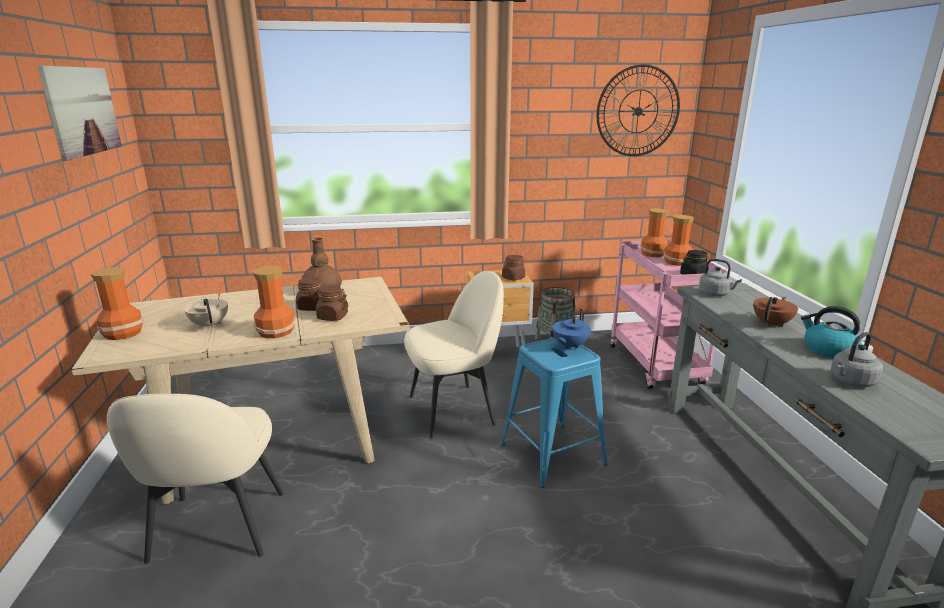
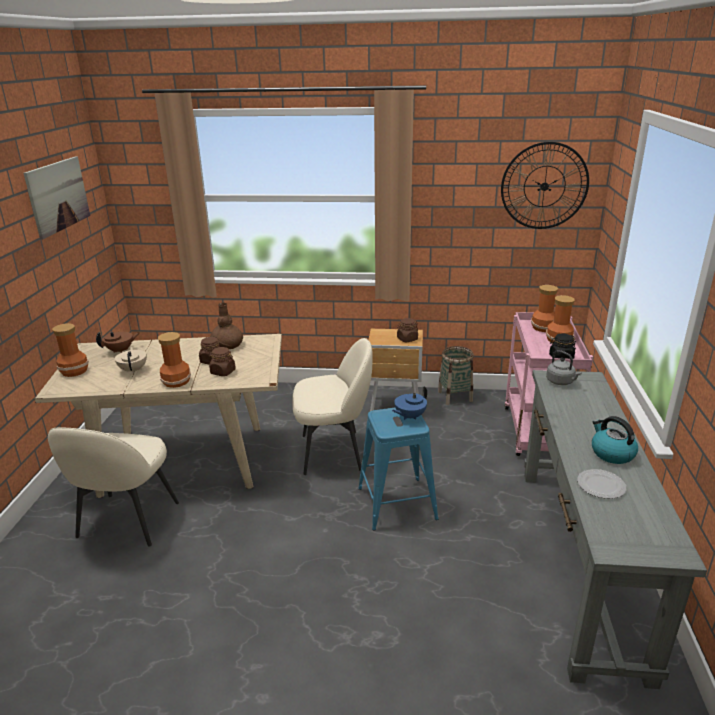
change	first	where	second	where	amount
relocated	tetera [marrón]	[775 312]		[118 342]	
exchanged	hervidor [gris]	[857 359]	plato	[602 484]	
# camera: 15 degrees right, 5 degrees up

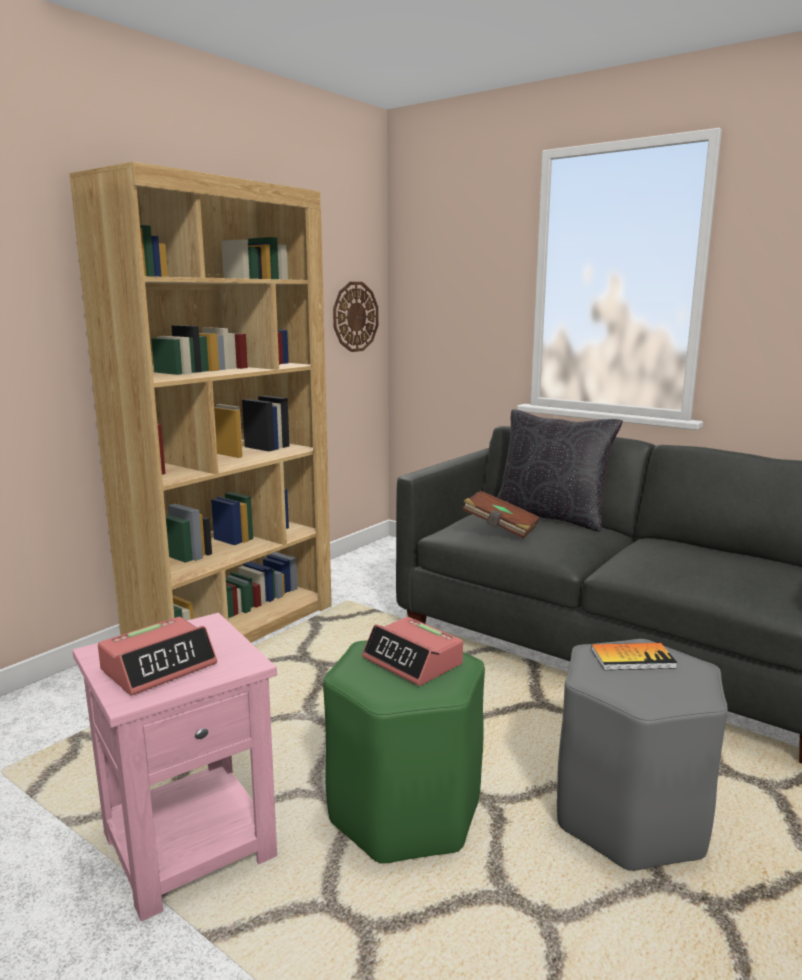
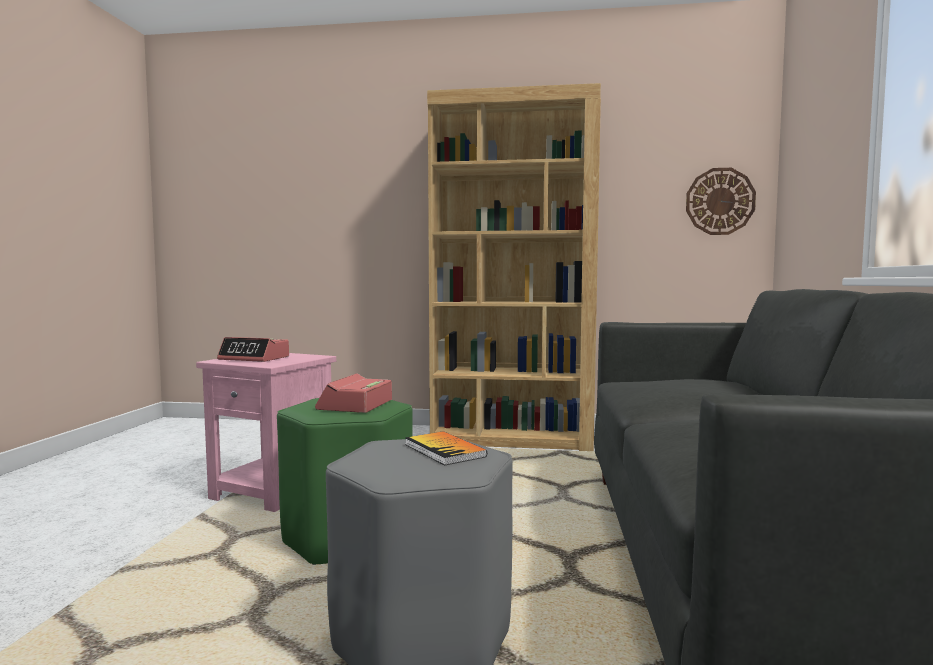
change	first	where	second	where	amount
missing	libro [marrón]	[501 514]			
missing	cojín [negro]	[560 470]			
# camera: 60 degrees right, 10 degrees down

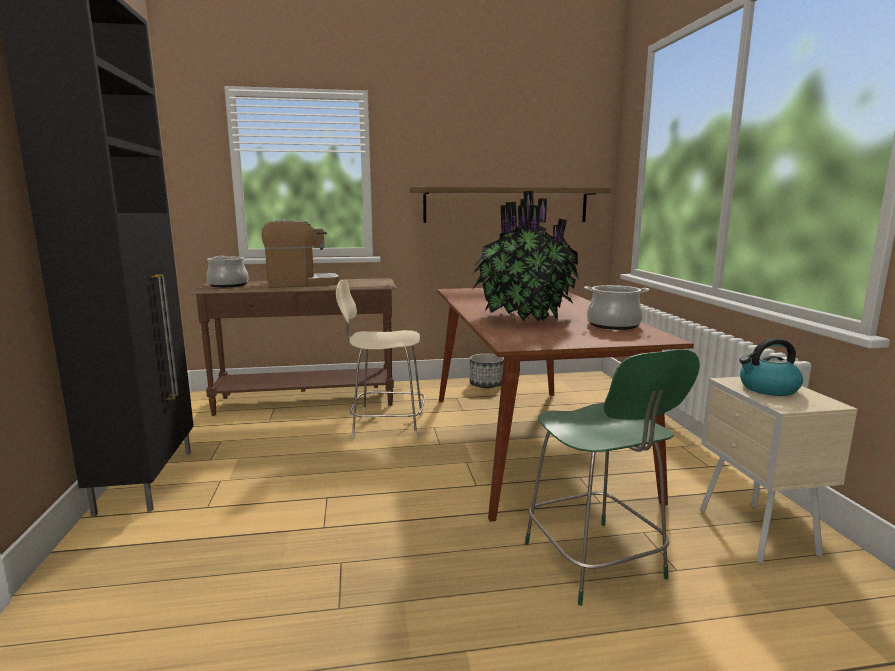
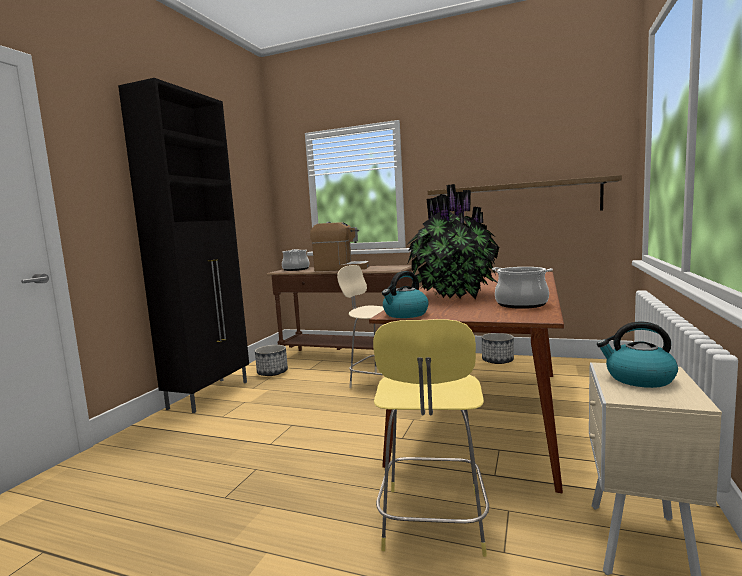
change	first	where	second	where	amount
appeared			maceta	[271 360]	
appeared			hervidor	[405 294]	
colour	taburete [verde]	[612 477]	taburete [amarillo]	[431 438]	
# camera: 30 degrees right, 5 degrees down

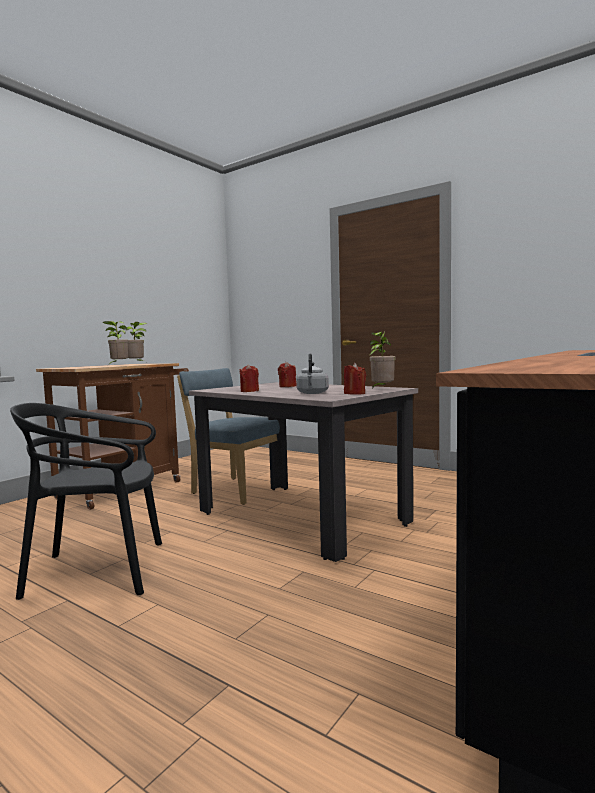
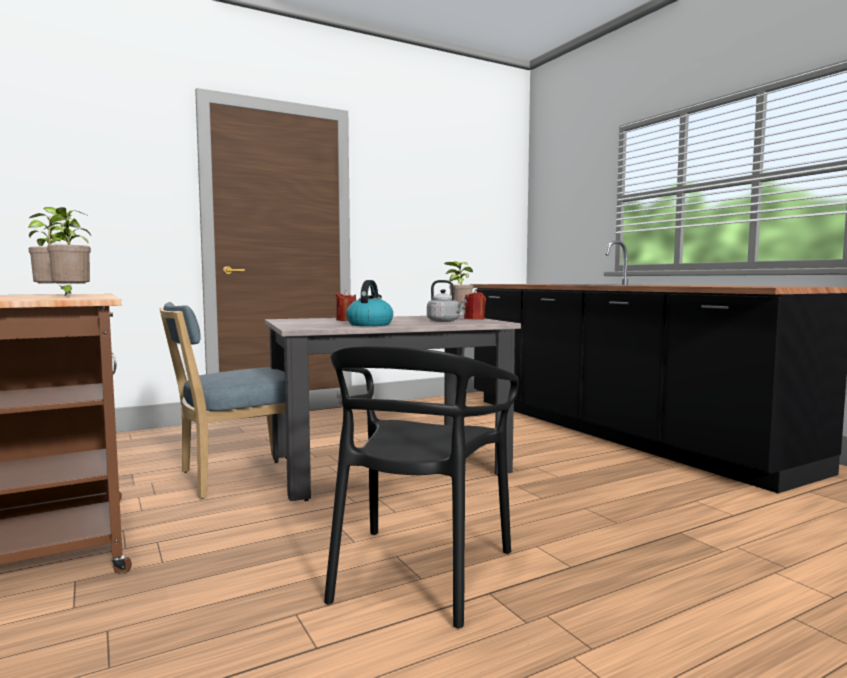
change	first	where	second	where	amount
exchanged	vela [rojo]	[249 378]	hervidor	[369 303]	
# camera: 65 degrees left, 0 degrees up

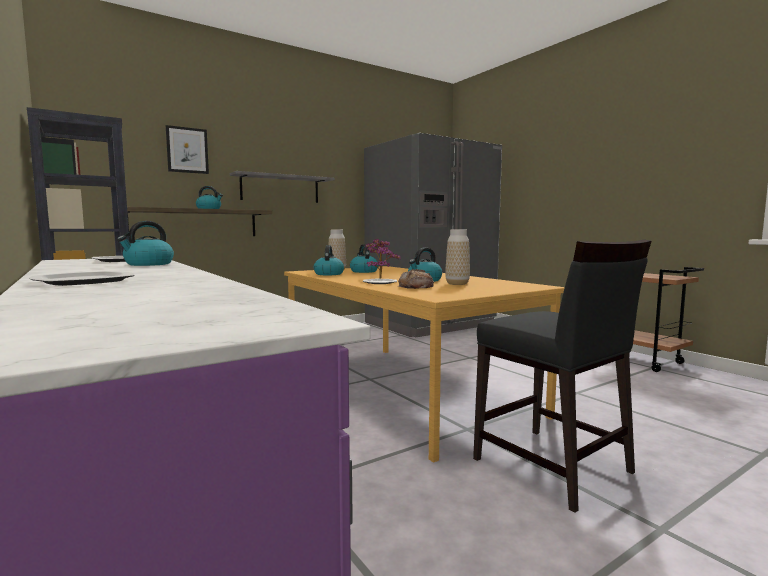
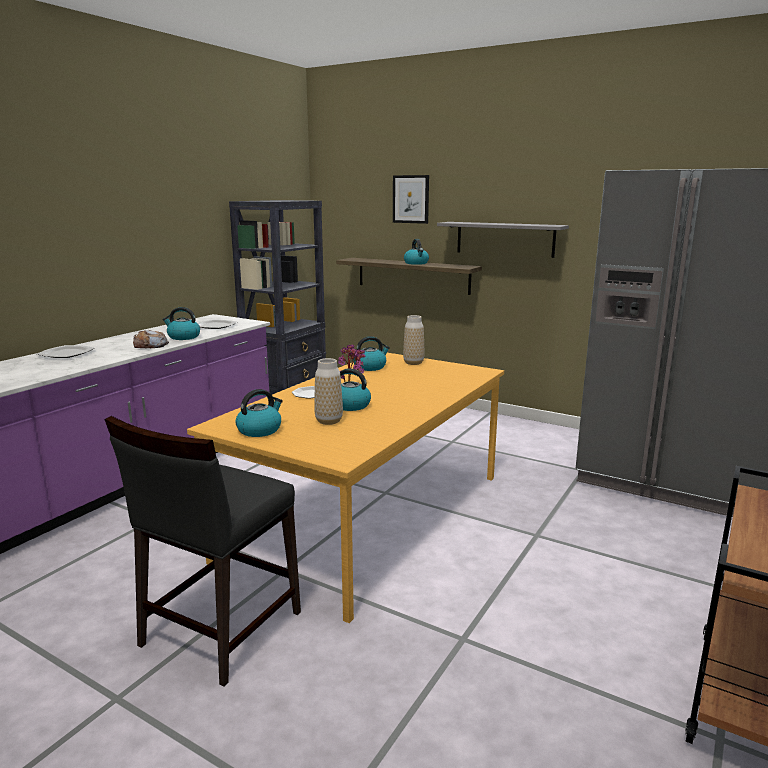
change	first	where	second	where	amount
relocated	hervidor	[364 258]		[259 413]	
relocated	pan	[416 279]		[151 339]	
# camera: 65 degrees right, 10 degrees up

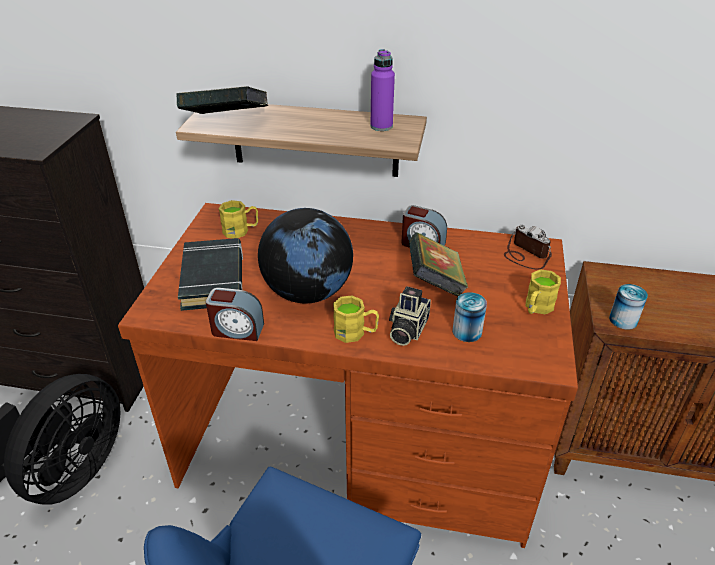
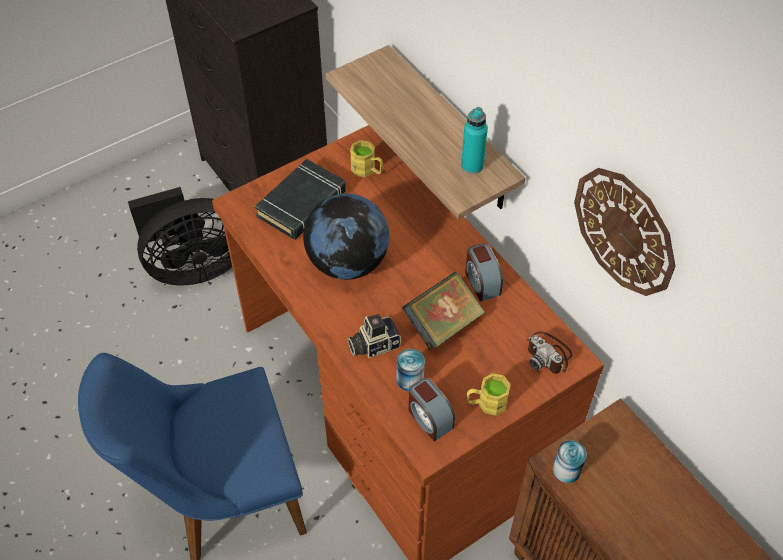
change	first	where	second	where	amount
missing	libro	[222 100]			
missing	taza grande [amarillo]	[356 319]			
appeared			reloj de pared	[625 232]	
relocated	despertador	[235 314]		[432 409]	
colour	botella [morado]	[382 90]	botella [turquesa]	[474 140]	
spun	cámara	[528 247]		[549 353]	135 degrees clockwise
# camera: 45 degrees right, 15 degrees up

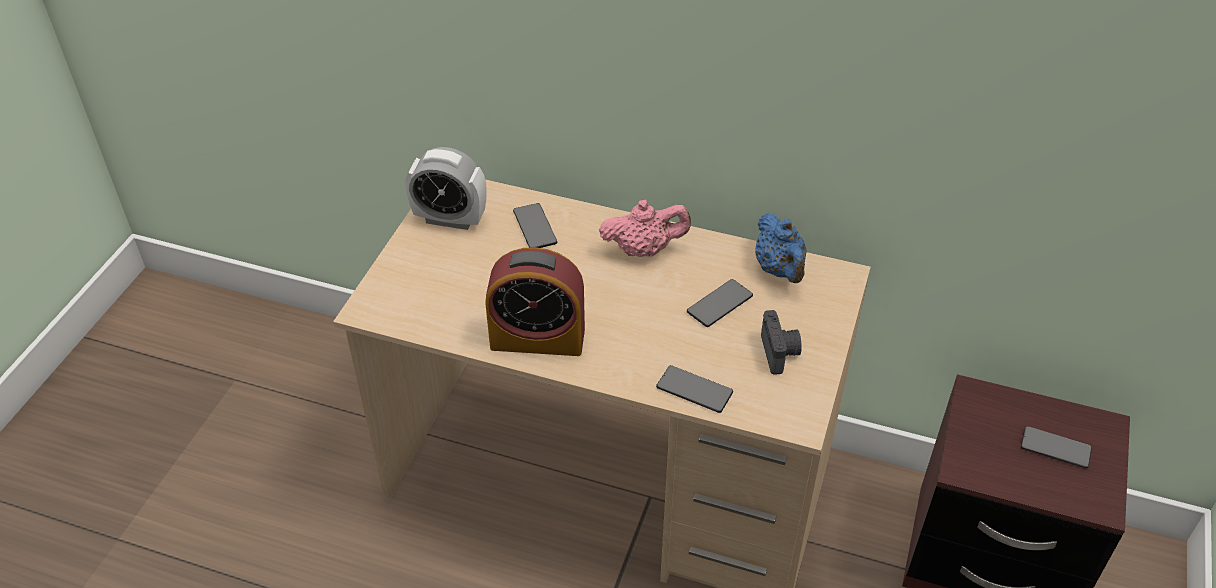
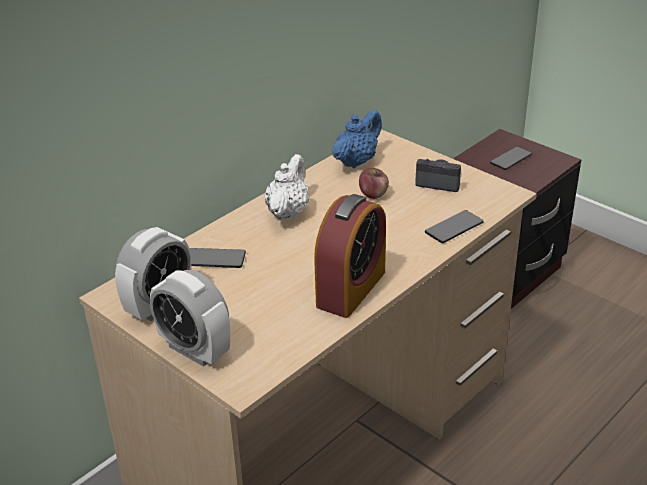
change	first	where	second	where	amount
appeared			despertador	[190 318]	
exchanged	móvil	[720 303]	manzana	[374 183]	
colour	tetera [rosa]	[645 228]	tetera [blanco]	[287 187]	
spun	tetera [azul]	[781 248]		[357 139]	60 degrees counterclockwise
# camera: 65 degrees left, 10 degrees down

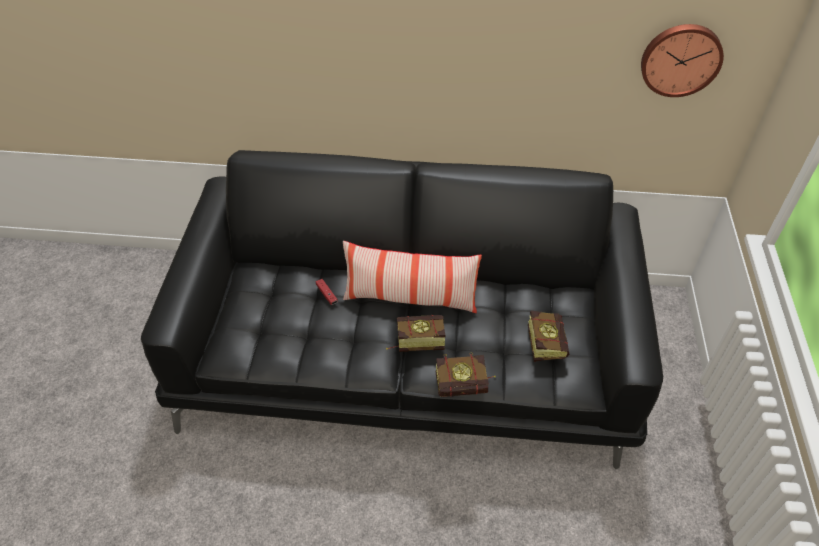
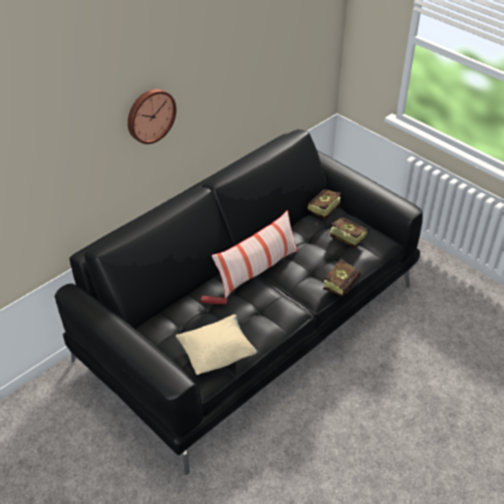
change	first	where	second	where	amount
appeared			cojín [beis]	[217 344]	
relocated	libro	[416 333]		[324 207]	
relocated	reloj de pared	[682 60]		[152 116]	
# camera: 50 degrees left, 5 degrees down

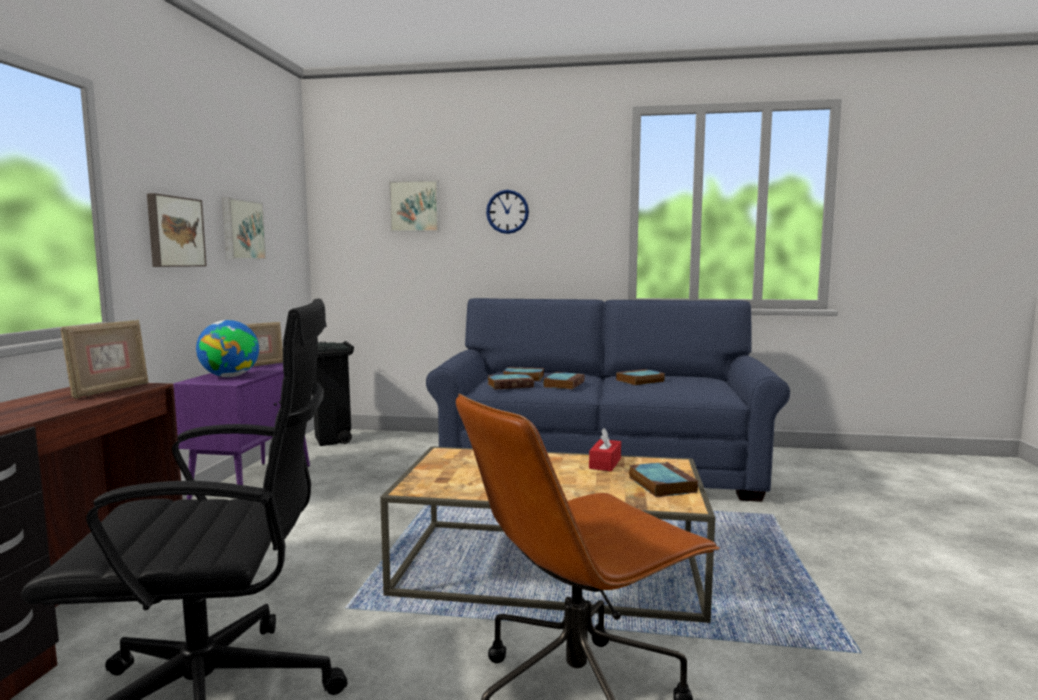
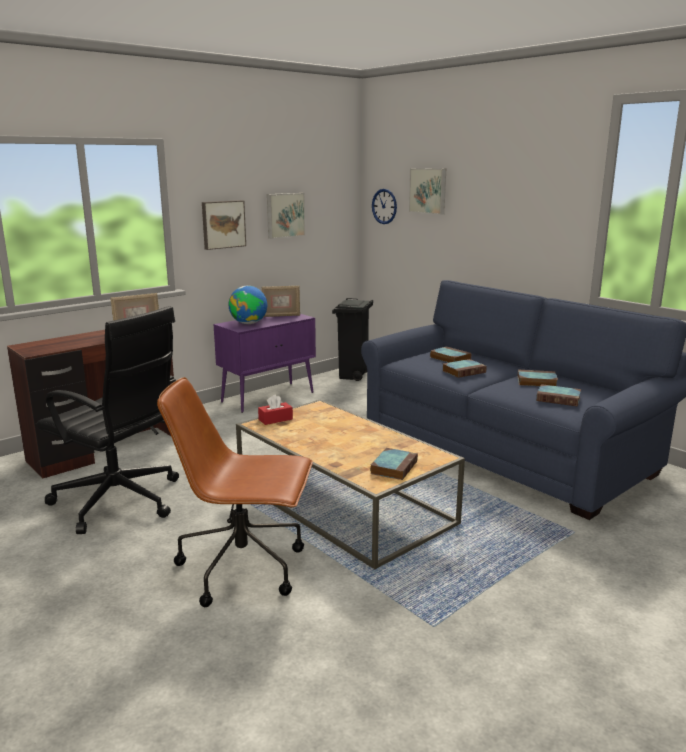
change	first	where	second	where	amount
relocated	reloj de pared	[507 212]		[384 206]	
relocated	libro	[511 382]		[558 395]	
relocated	caja de pañuelos [rojo]	[605 449]		[275 410]	
# camera: 40 degrees right, 10 degrees up

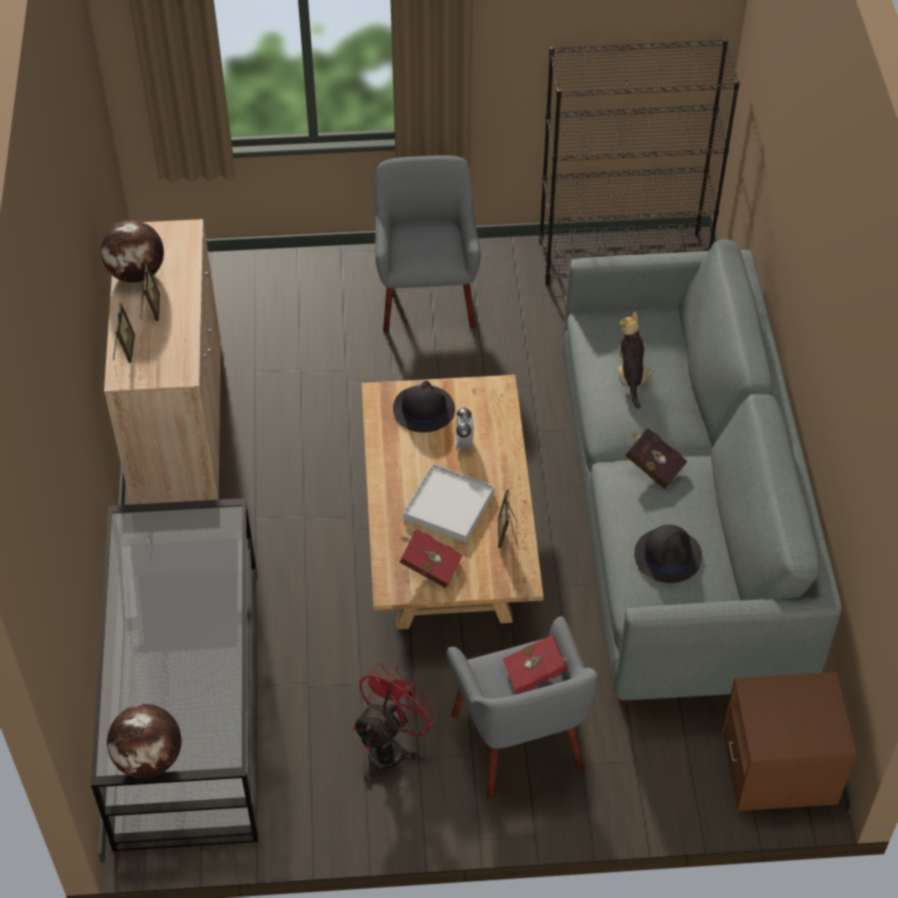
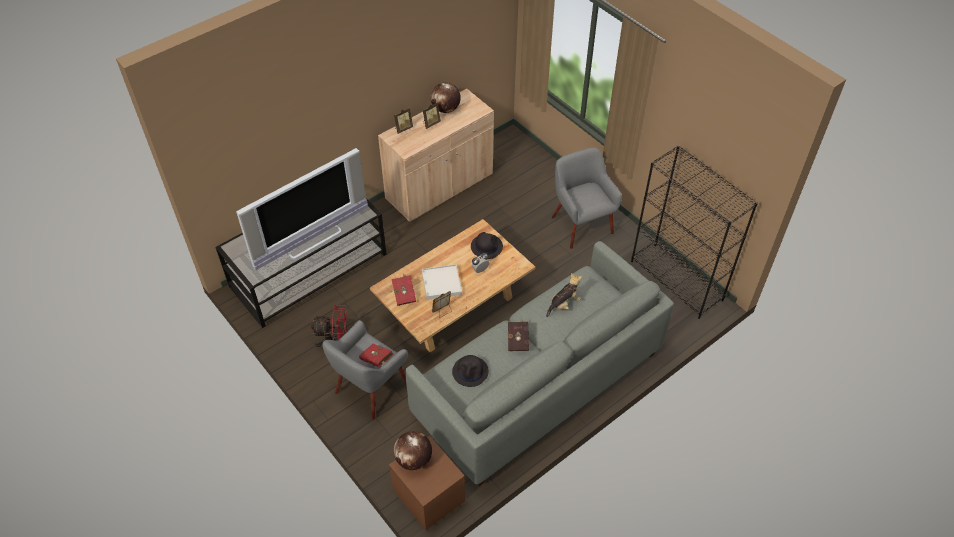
change	first	where	second	where	amount
appeared			televisor	[302 209]	
relocated	globo terráqueo	[144 741]		[413 450]	
spun	sillón [gris]	[428 244]		[587 198]	75 degrees counterclockwise
# camera: 55 degrees right, 0 degrees up

